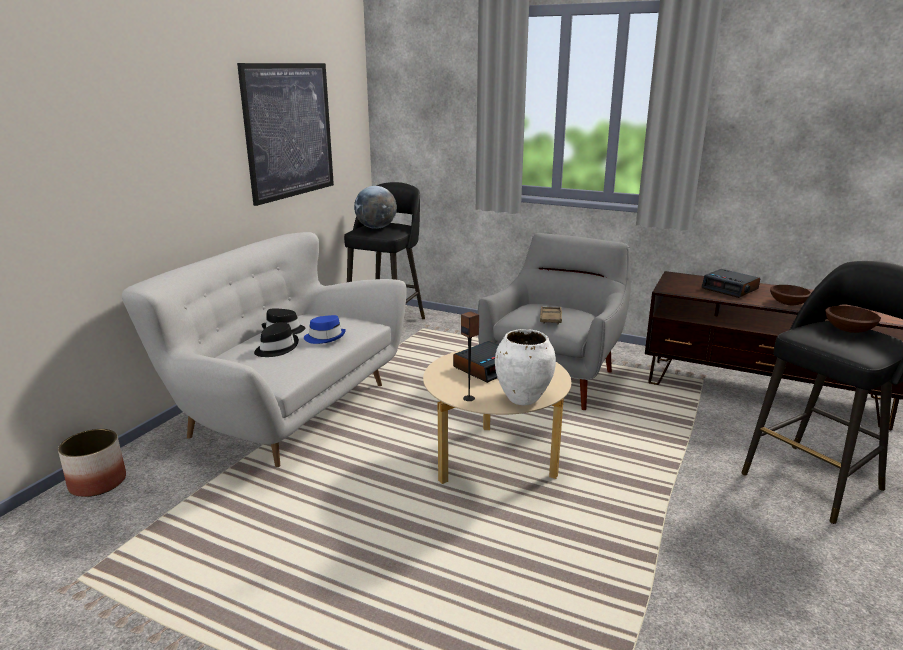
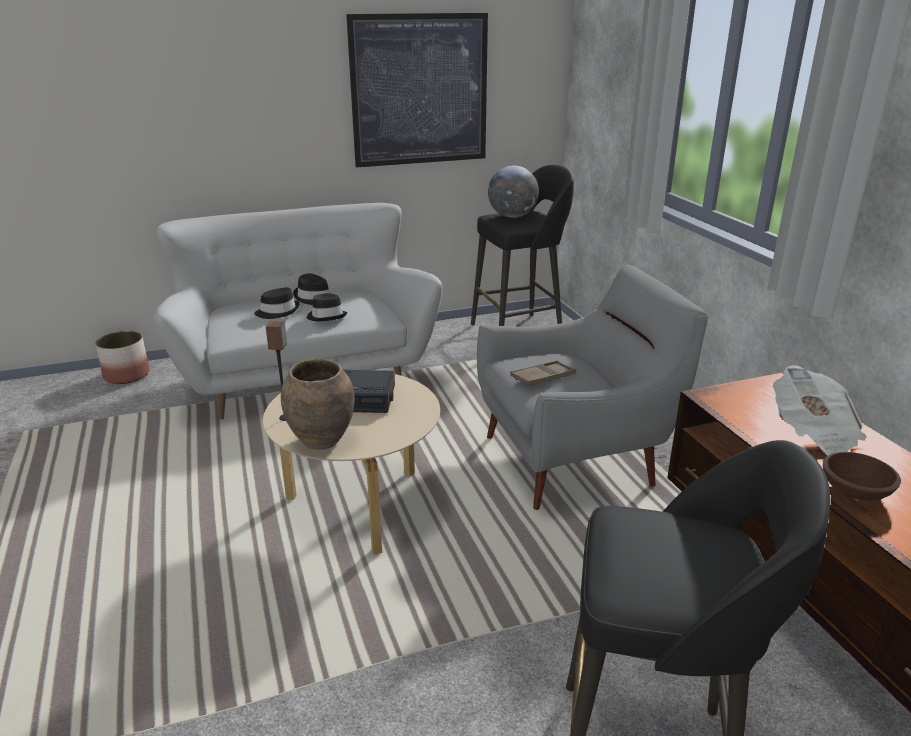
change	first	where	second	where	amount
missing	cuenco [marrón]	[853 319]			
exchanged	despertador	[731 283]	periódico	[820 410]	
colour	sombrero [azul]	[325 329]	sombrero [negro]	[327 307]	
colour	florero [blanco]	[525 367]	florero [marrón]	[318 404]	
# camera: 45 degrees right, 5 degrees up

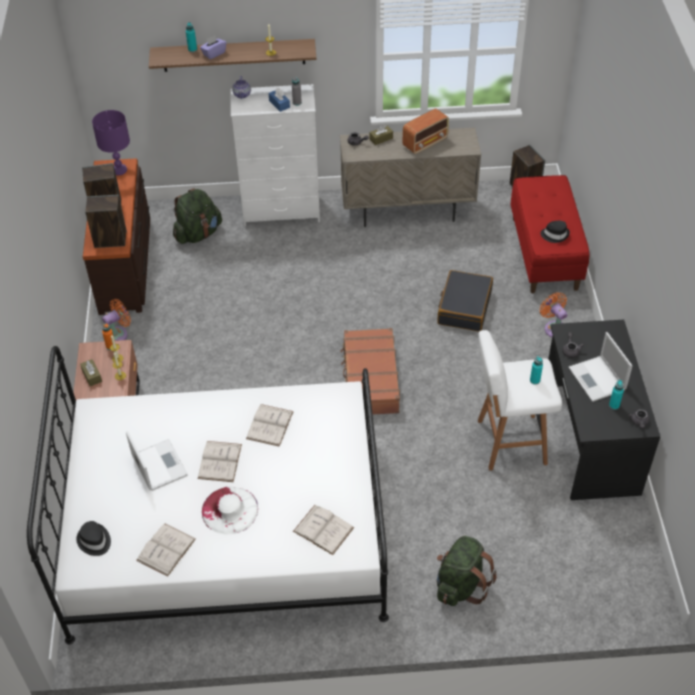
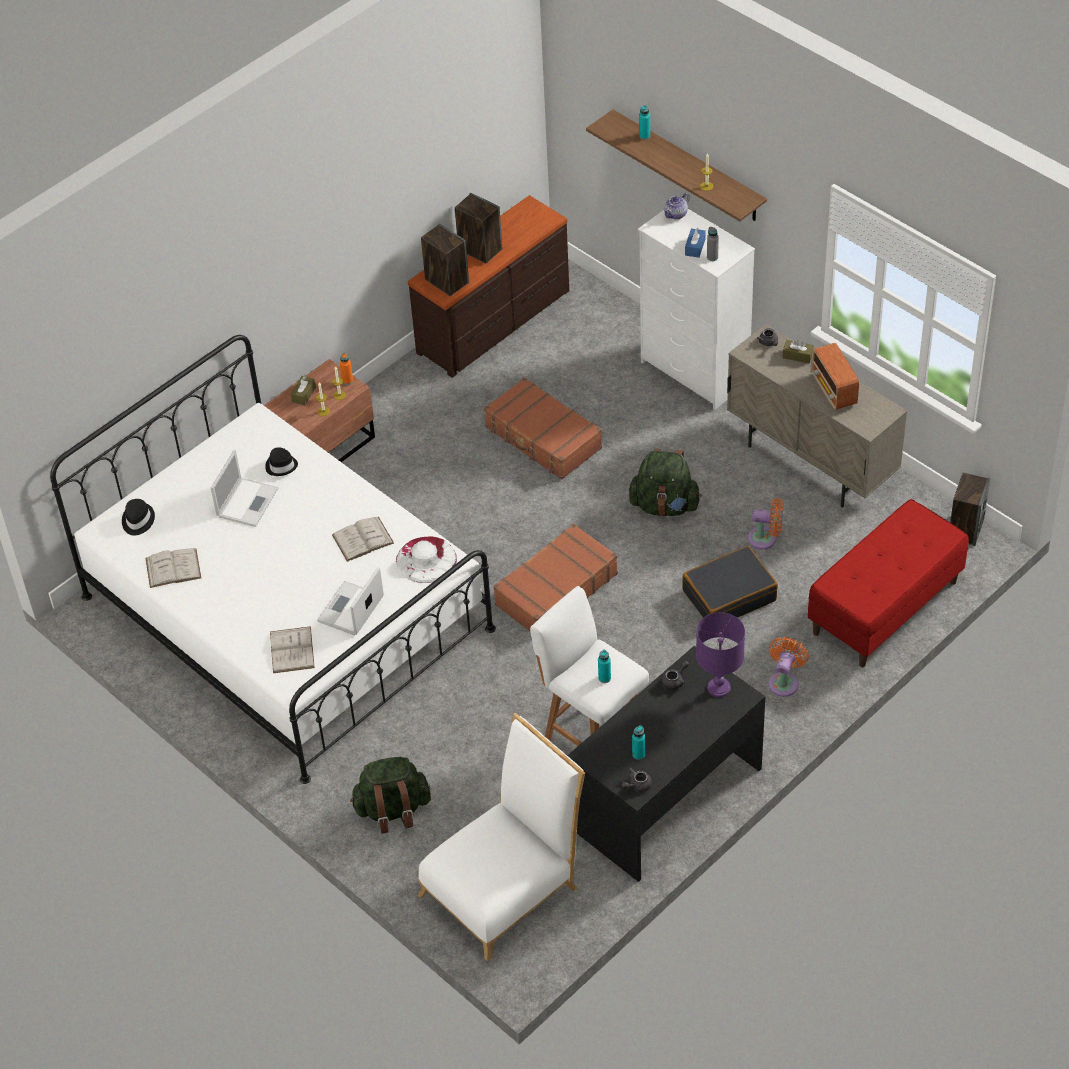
change	first	where	second	where	amount
missing	libro [blanco]	[220 461]			
missing	caja de pañuelos [morado]	[213 47]			
appeared			silla [blanco]	[501 837]	
appeared			maleta [marrón]	[543 428]	
relocated	lámpara de mesa [morado]	[111 142]		[720 655]	
relocated	ventilador [naranja]	[116 320]		[765 523]	
relocated	mochila [verde]	[197 216]		[665 482]	
relocated	sombrero [blanco]	[230 511]		[426 559]	
relocated	sombrero [negro]	[555 232]		[281 461]	
relocated	portátil	[600 367]		[350 601]	
spun	radio	[425 131]		[835 376]	60 degrees clockwise
# camera: 50 degrees right, 0 degrees up

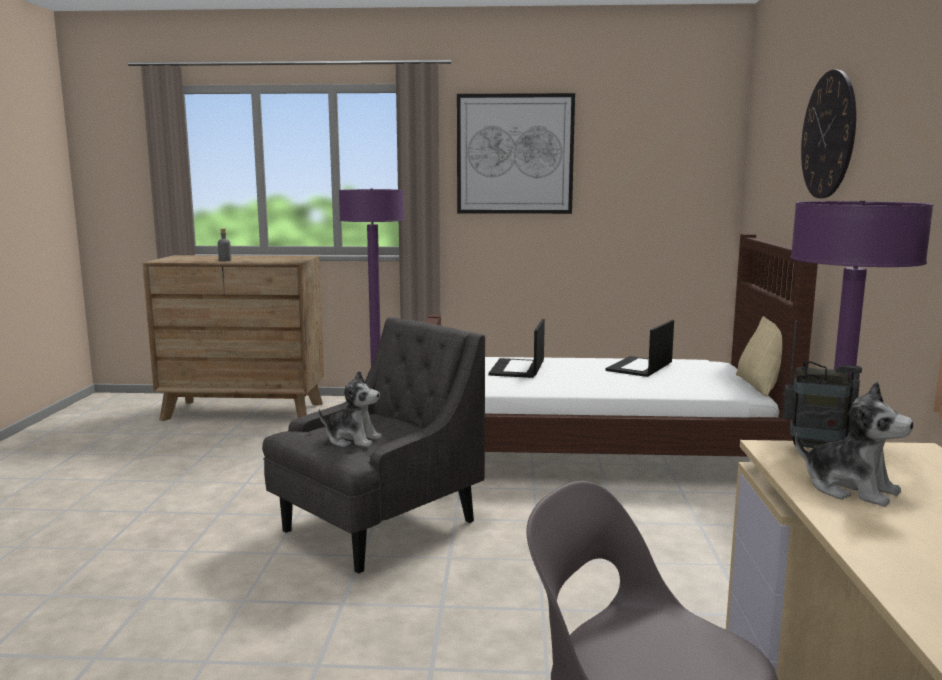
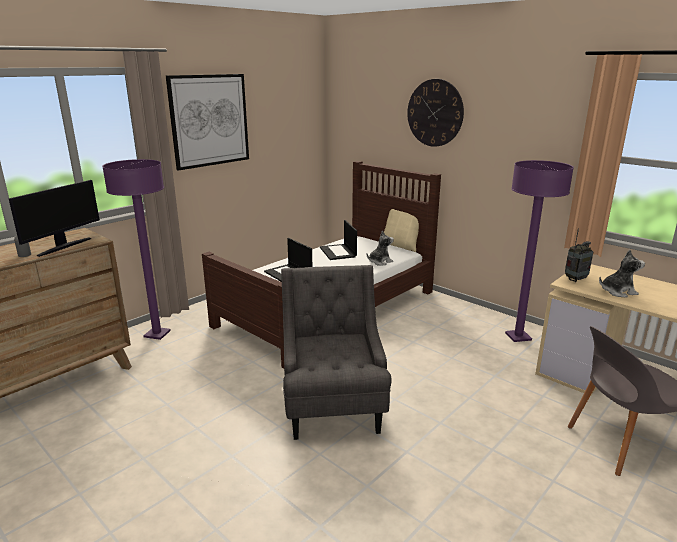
change	first	where	second	where	amount
appeared			monitor	[54 218]	
relocated	peluche	[350 409]		[380 248]	
# camera: 50 degrees left, 10 degrees up

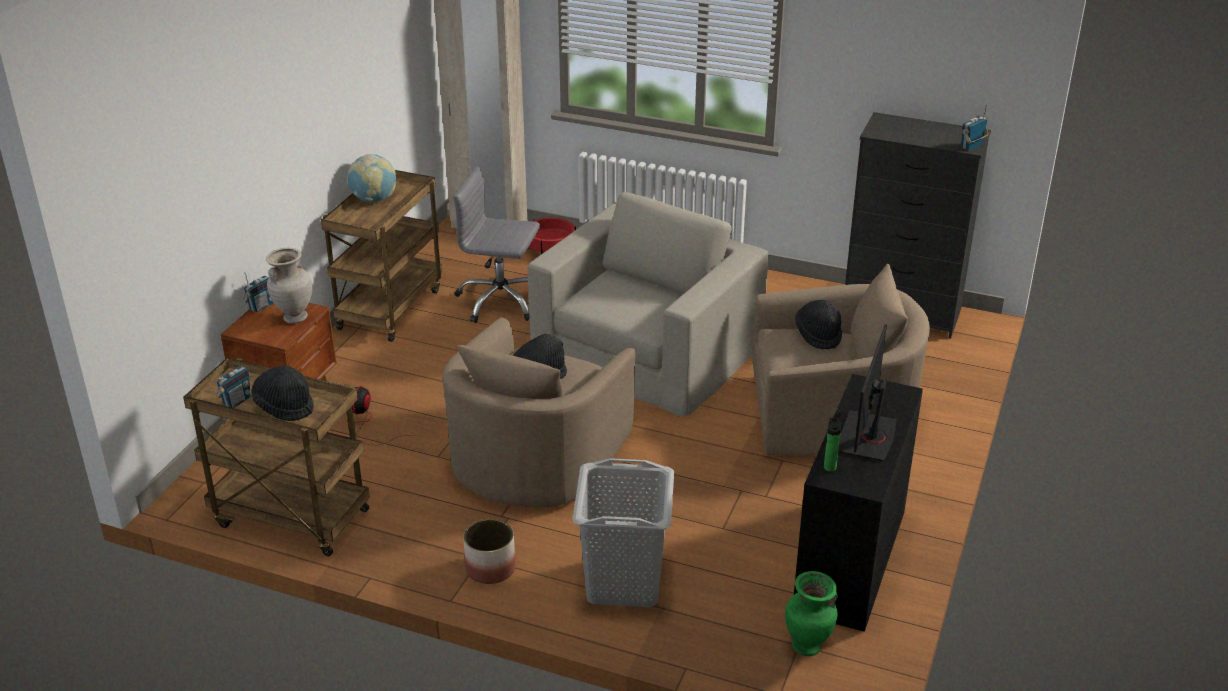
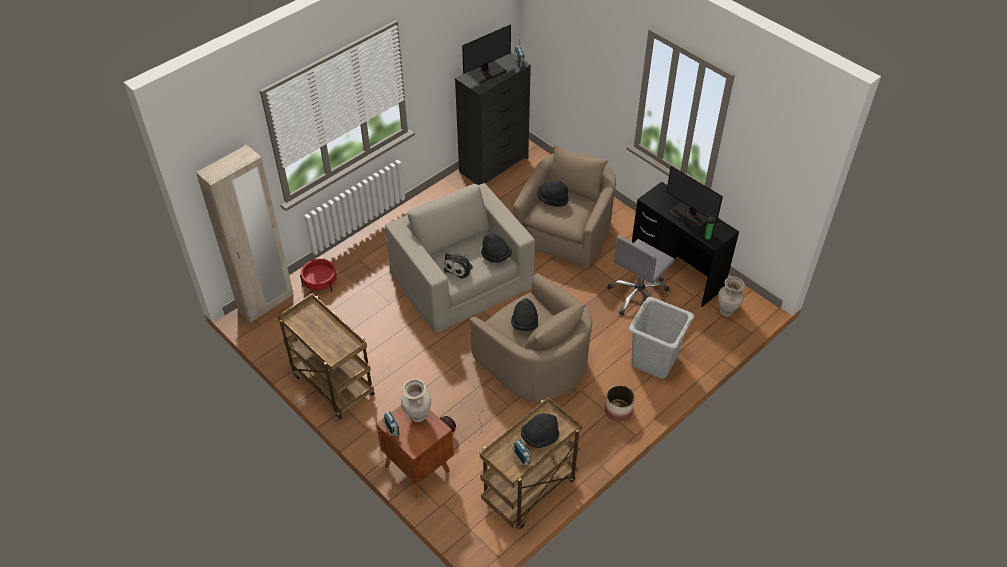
change	first	where	second	where	amount
missing	globo terráqueo	[371 178]			
appeared			peluche	[458 266]	
appeared			monitor	[486 54]	
appeared			sombrero [negro]	[496 248]	
relocated	silla de oficina [gris]	[496 244]		[641 275]	
colour	florero [verde]	[811 613]	florero [beis]	[731 296]	
# camera: 65 degrees left, 15 degrees up

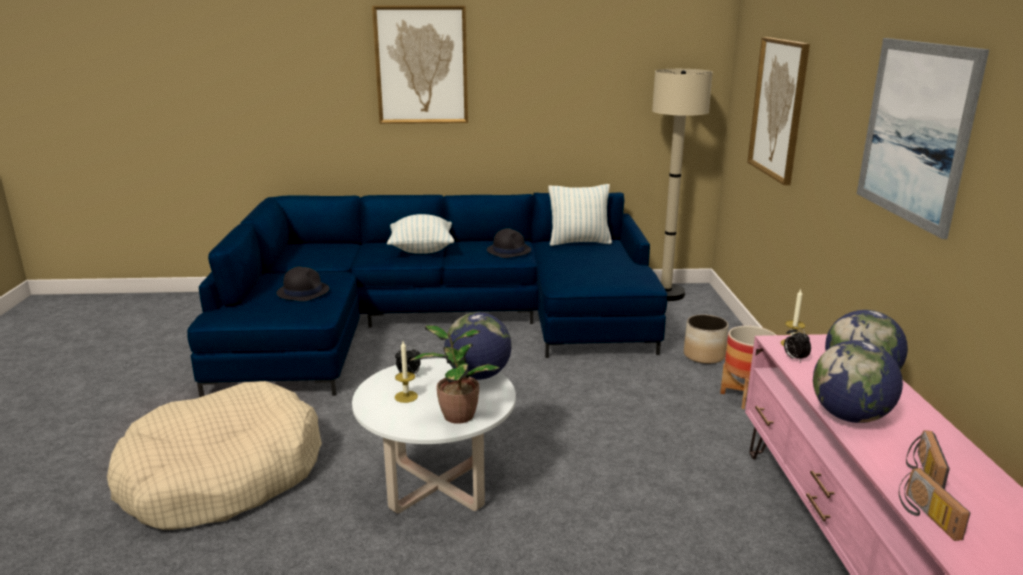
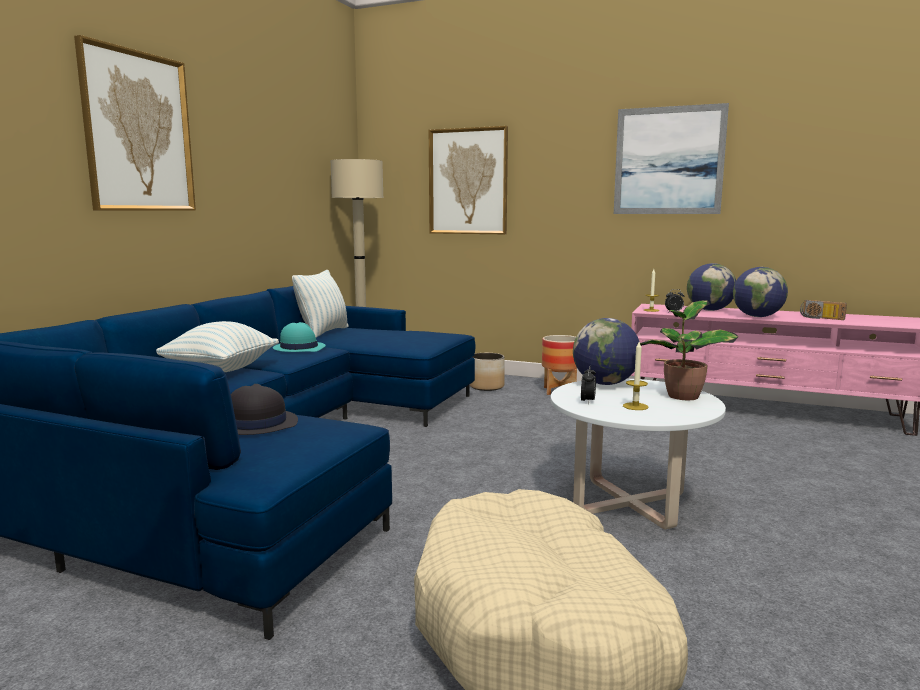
change	first	where	second	where	amount
missing	radio	[934 504]			
colour	sombrero [negro]	[509 243]	sombrero [turquesa]	[299 337]	
# camera: 65 degrees left, 10 degrees down

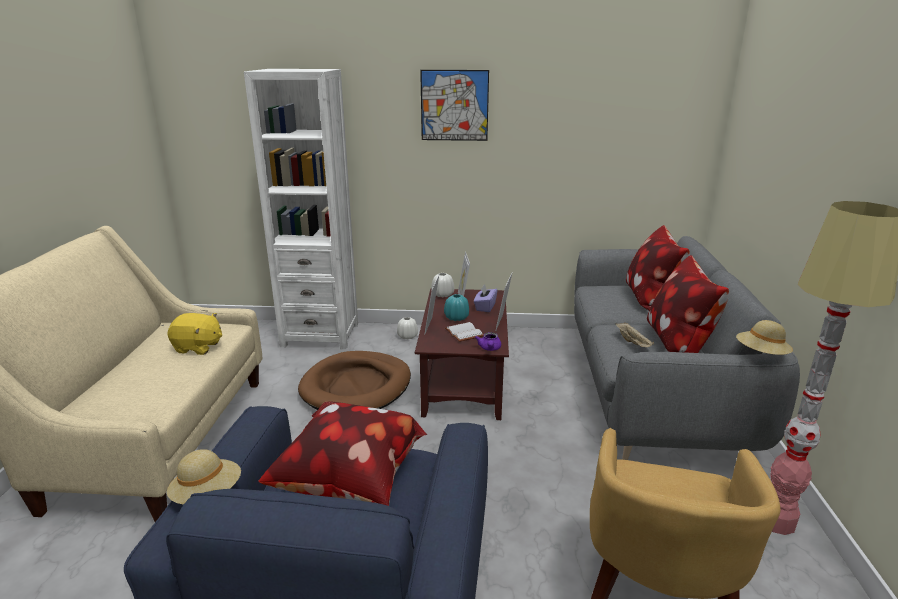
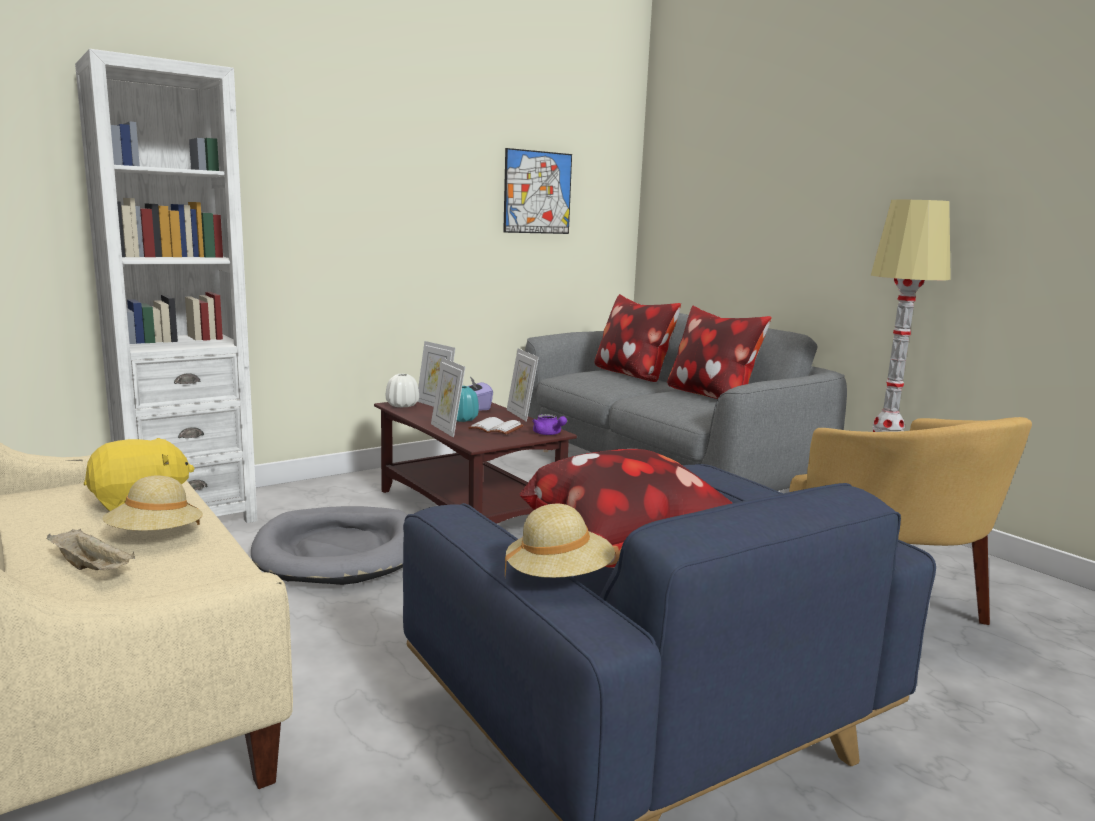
change	first	where	second	where	amount
missing	florero [blanco]	[407 328]			
relocated	cuadro	[454 105]		[537 191]	
relocated	bandeja [beis]	[634 335]		[91 549]	
relocated	sombrero [beis]	[764 337]		[152 503]	
colour	cama para perro [marrón]	[354 380]	cama para perro [gris]	[329 545]	
# camera: 40 degrees left, 10 degrees down

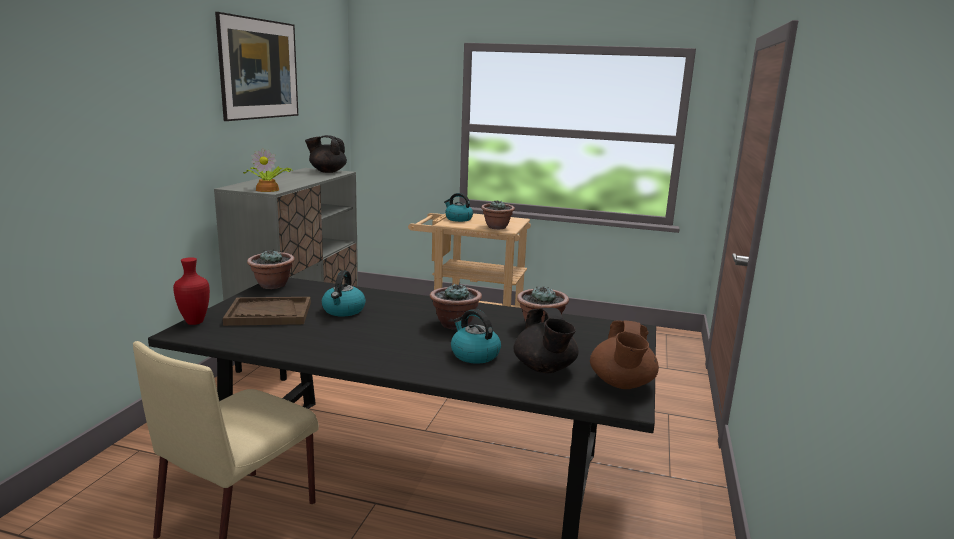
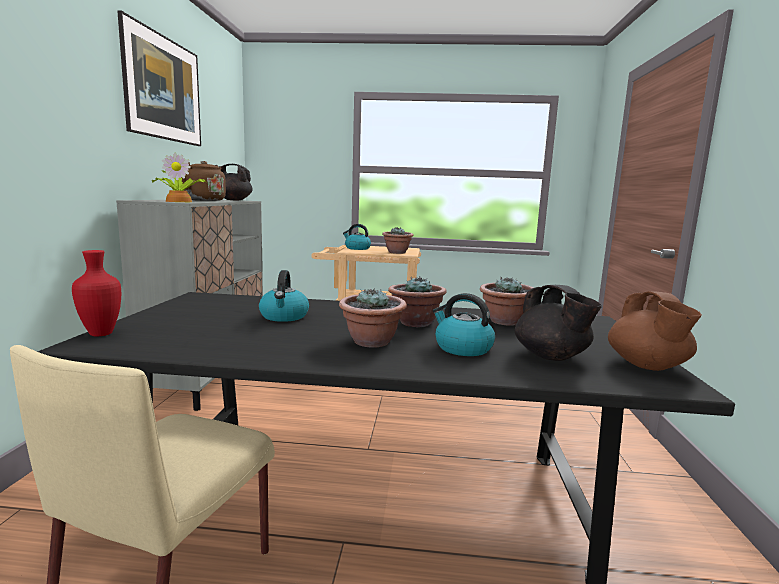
change	first	where	second	where	amount
missing	bandeja [marrón]	[267 311]			
appeared			hervidor [marrón]	[204 181]	
relocated	planta en maceta	[271 269]		[373 317]	
# camera: 10 degrees left, 5 degrees down

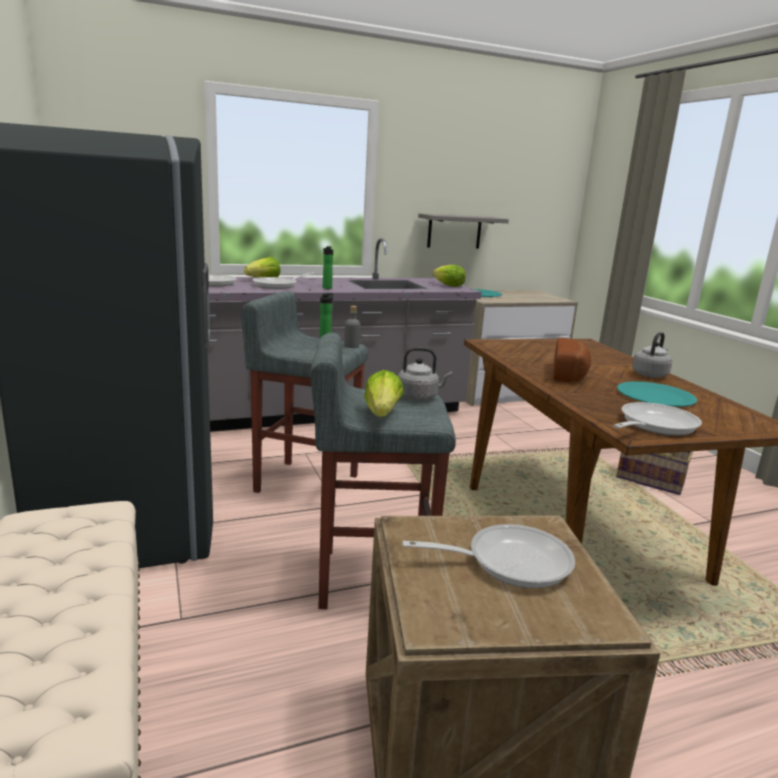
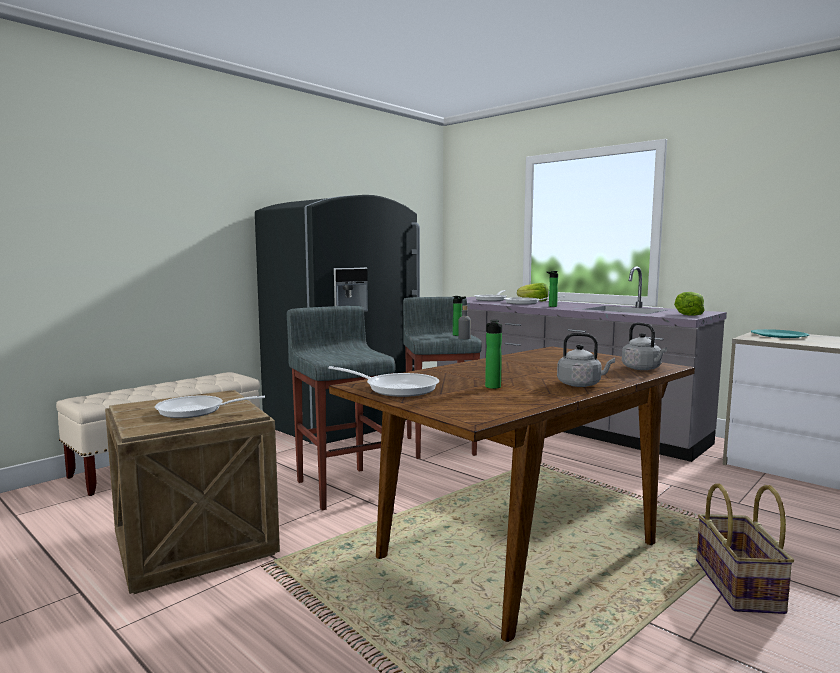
change	first	where	second	where	amount
missing	lechuga	[384 393]			
missing	estante [gris]	[463 231]			
missing	pan	[572 360]			
relocated	hervidor [gris]	[425 374]		[644 346]	
exchanged	plato [turquesa]	[657 394]	botella	[493 354]	
spun	sartén	[488 556]		[210 407]	120 degrees clockwise
# camera: 65 degrees right, 10 degrees down

